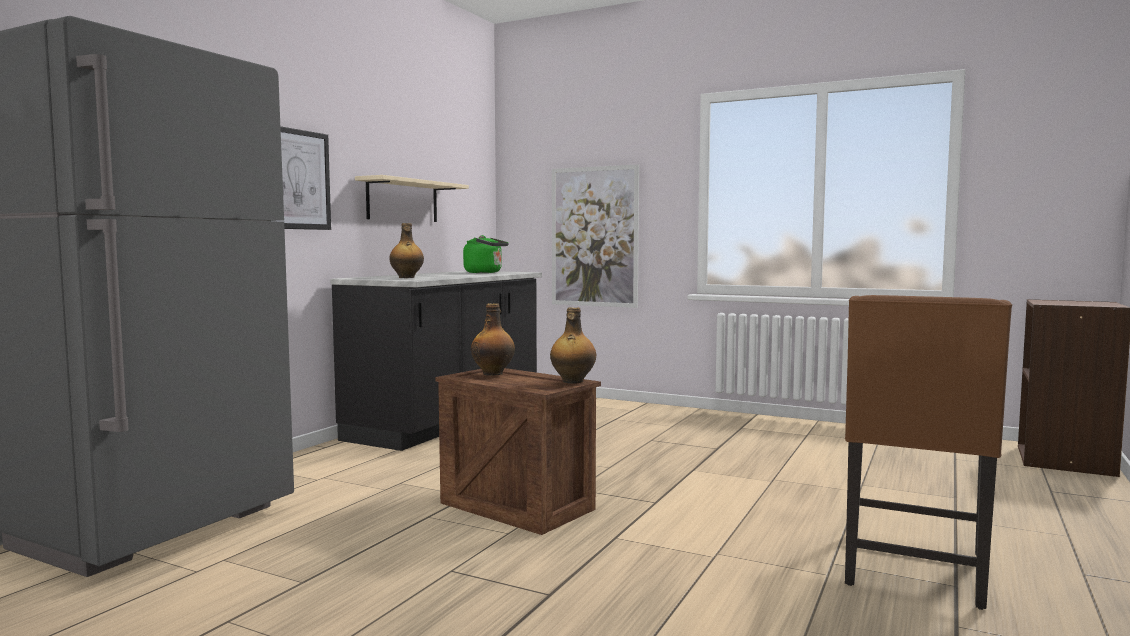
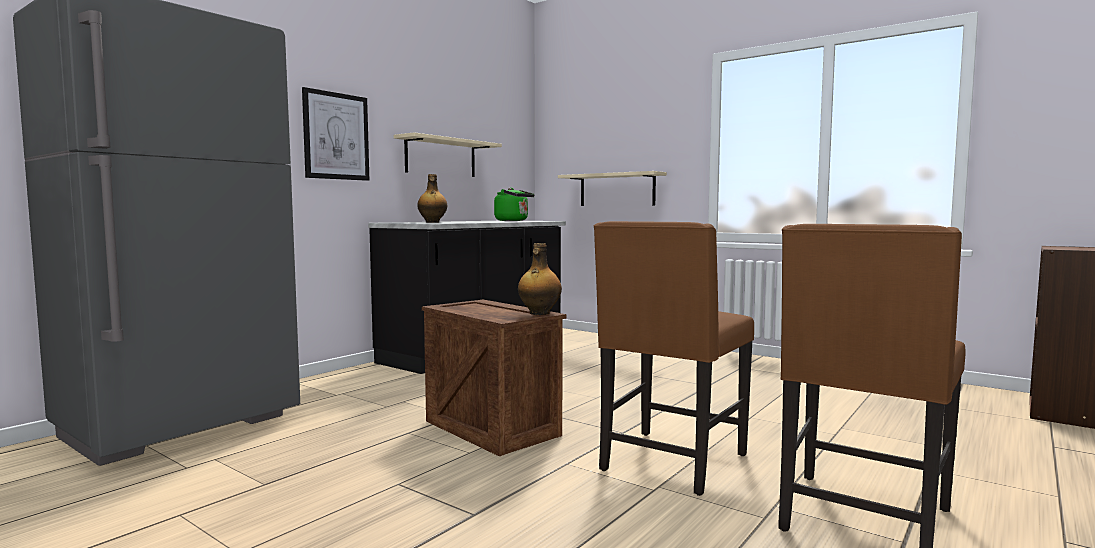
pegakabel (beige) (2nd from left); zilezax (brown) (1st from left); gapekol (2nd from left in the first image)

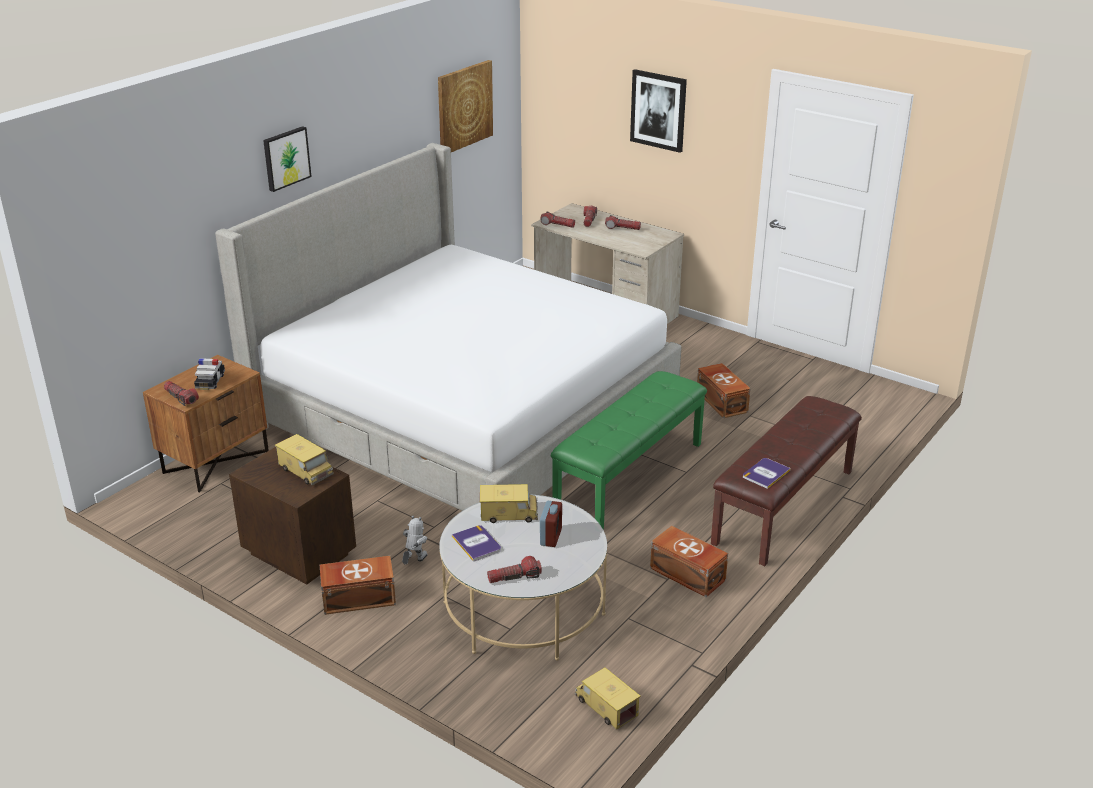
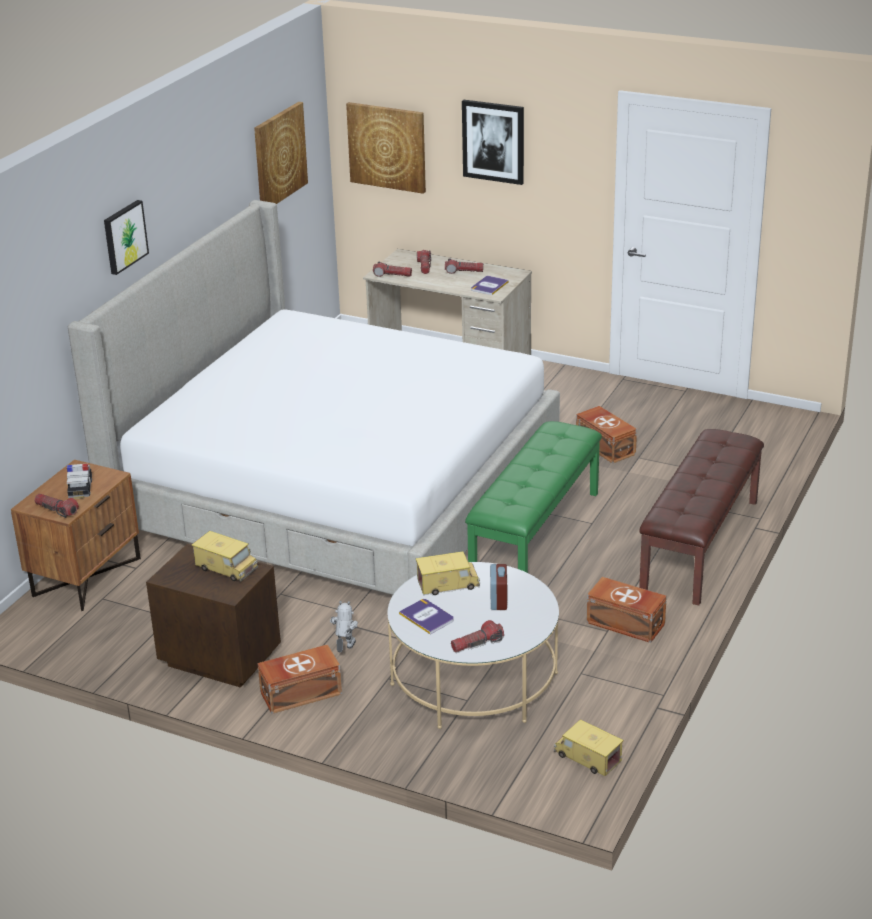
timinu (3rd from left); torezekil (2nd from left)

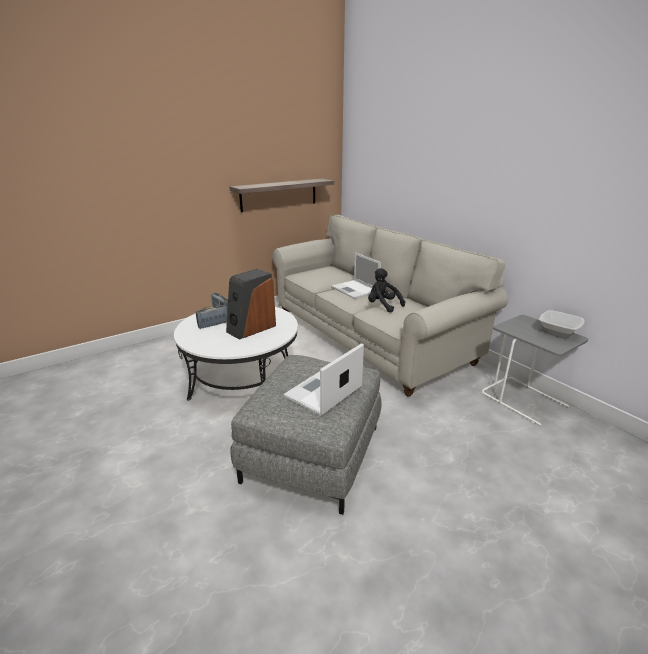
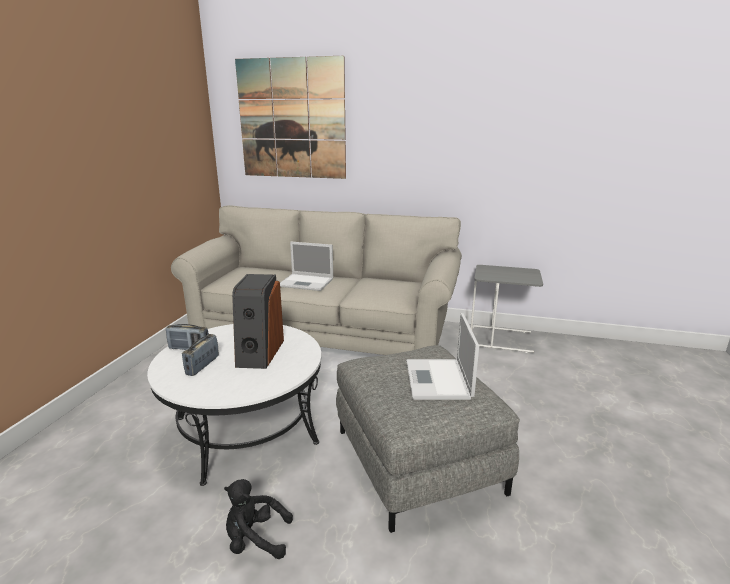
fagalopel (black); timinu; pegakabel; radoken

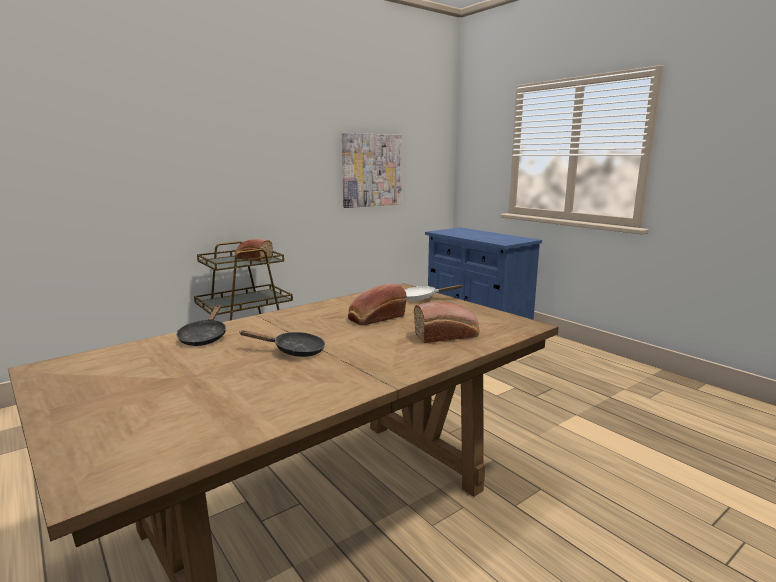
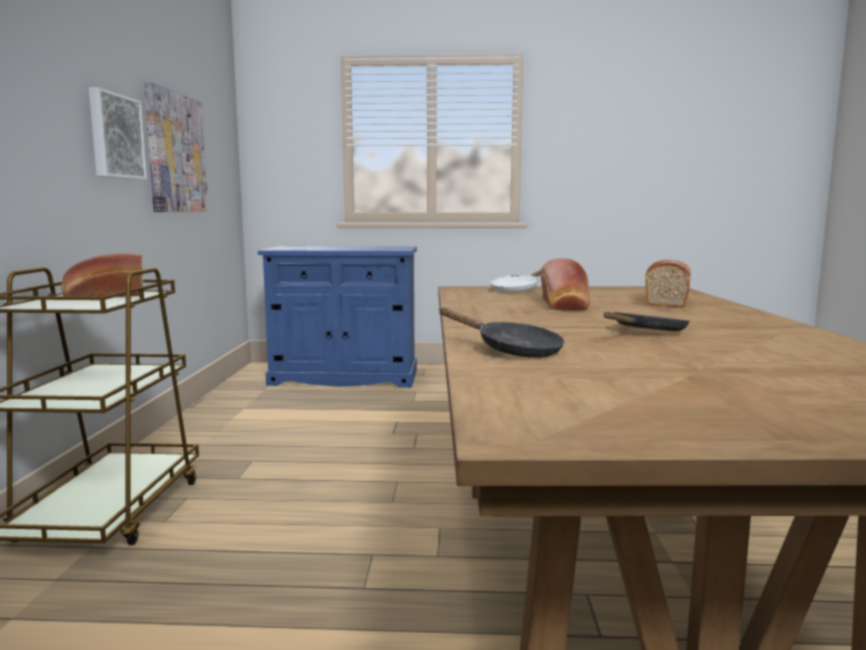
timinu (1st from left)

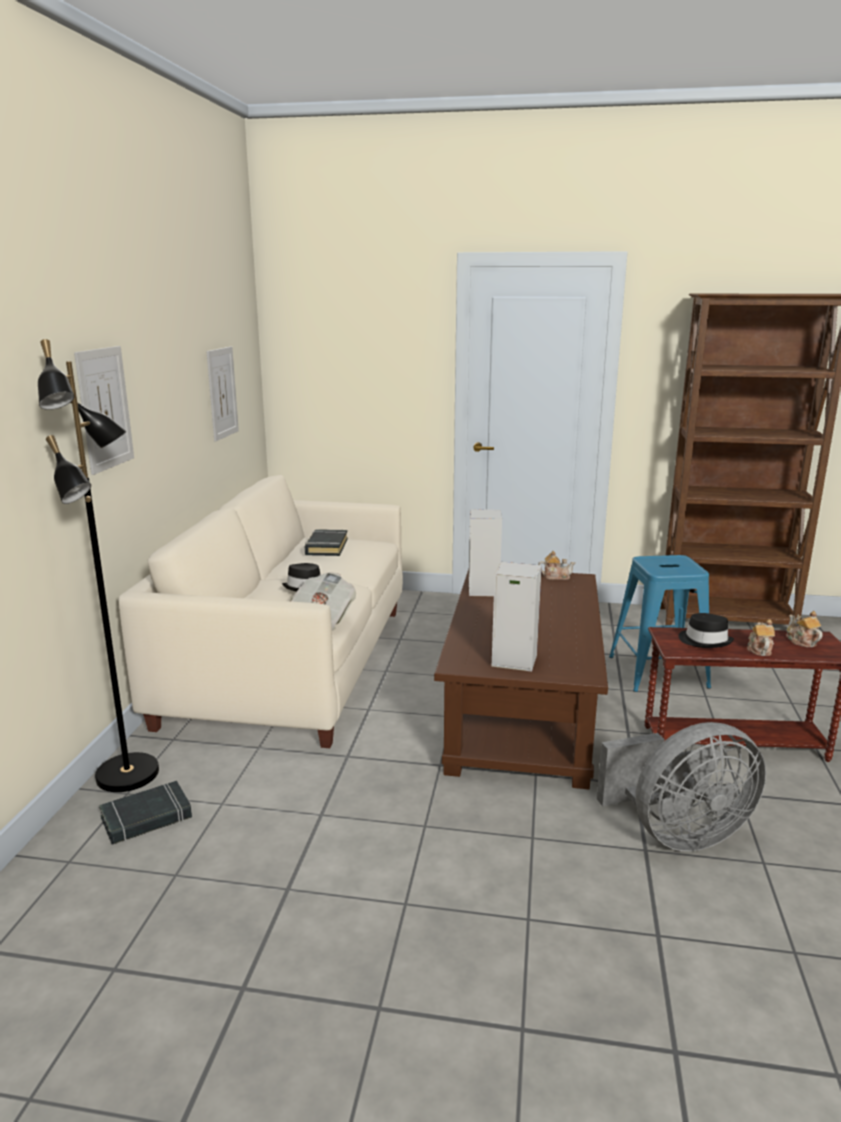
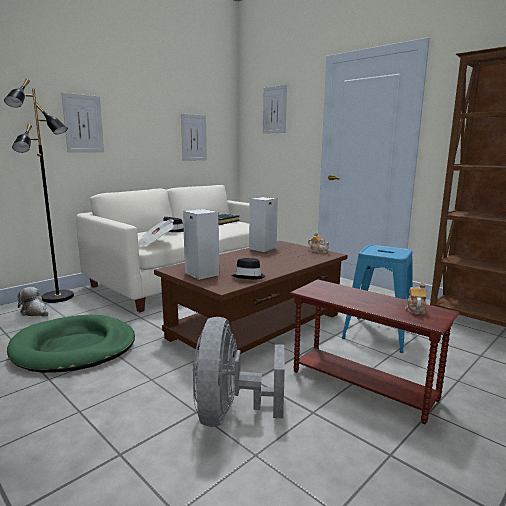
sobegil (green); fagalopel; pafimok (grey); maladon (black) (2nd from left); timinu (3rd from left); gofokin (2nd from left in the first image)

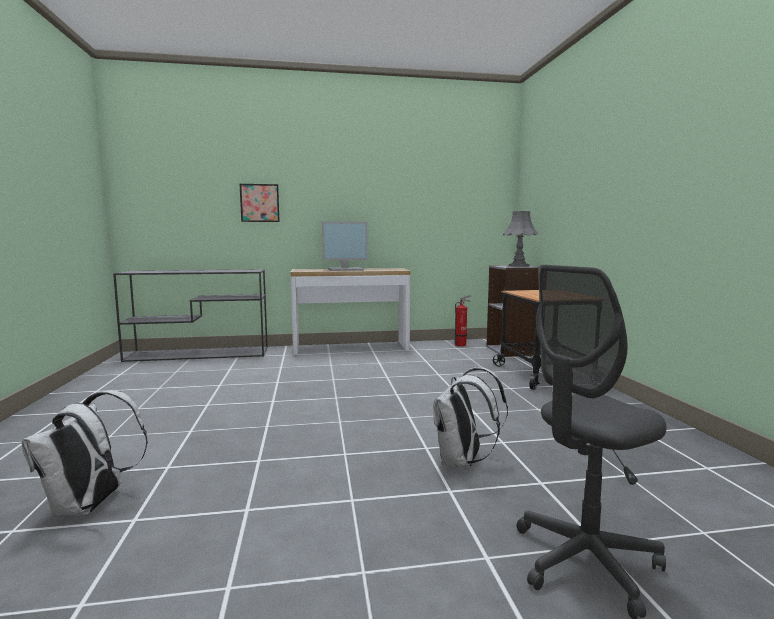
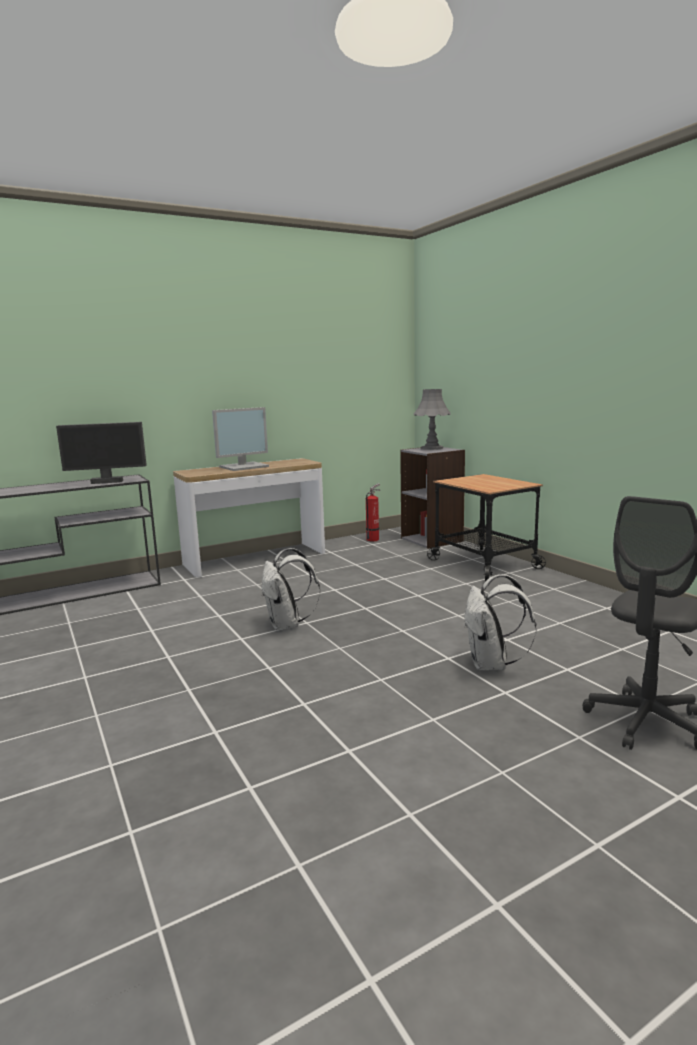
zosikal (1st from left); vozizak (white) (1st from left); timinu

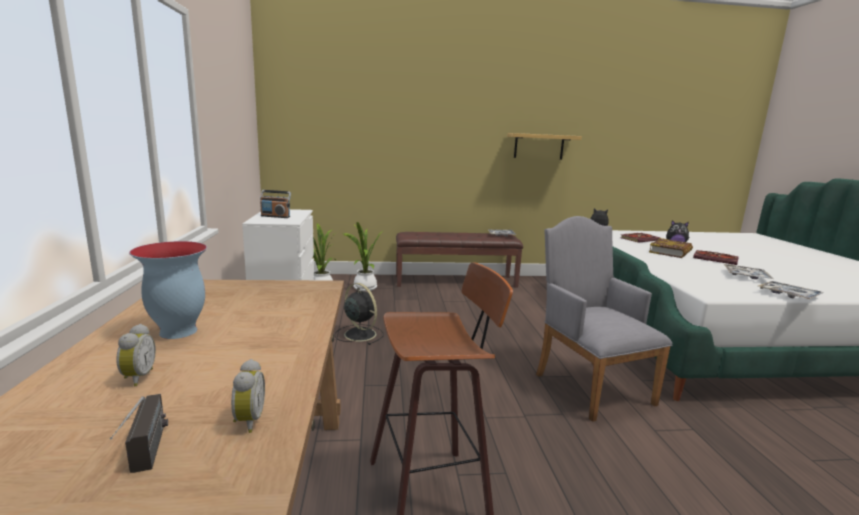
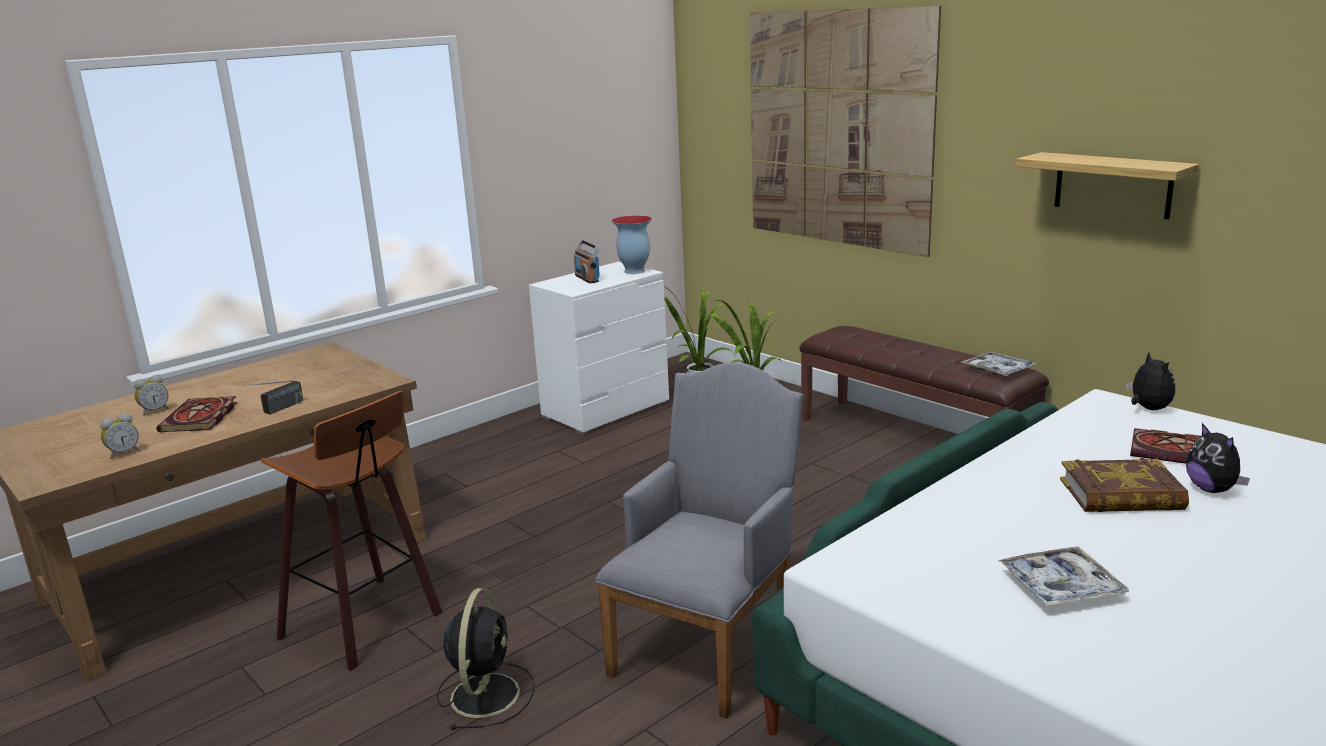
torezekil (1st from left); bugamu (1st from left); pafimok (black); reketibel; timinu; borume (3rd from left in the first image)

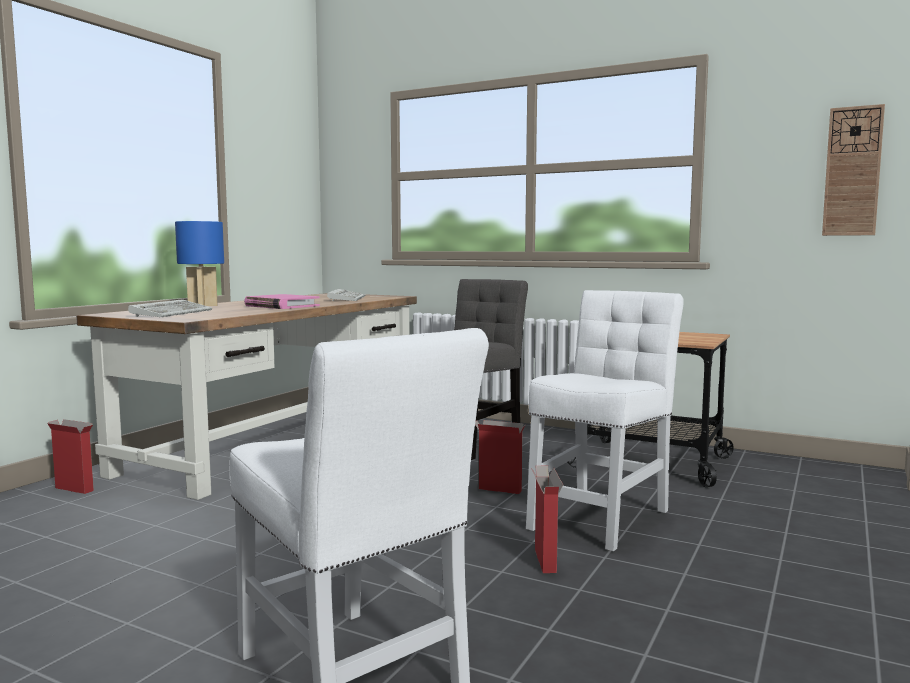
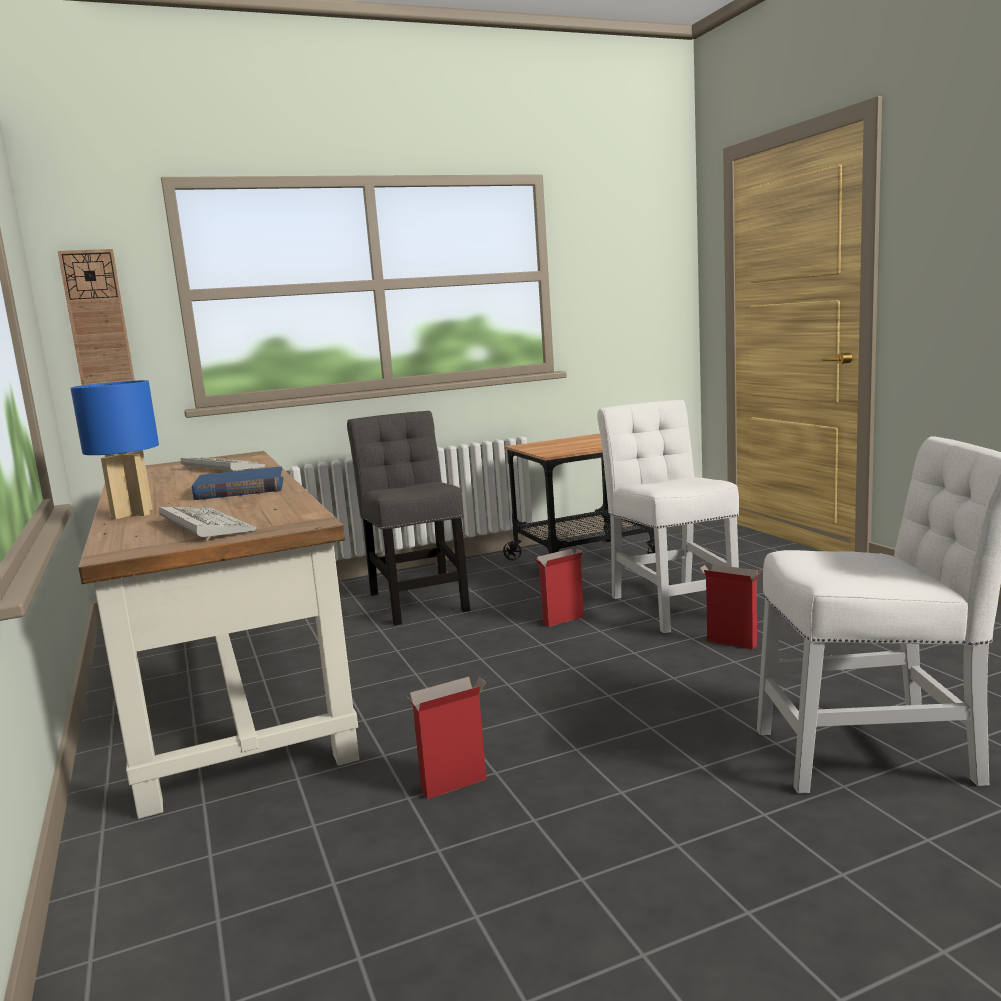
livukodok; torezekil (blue); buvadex (1st from left)

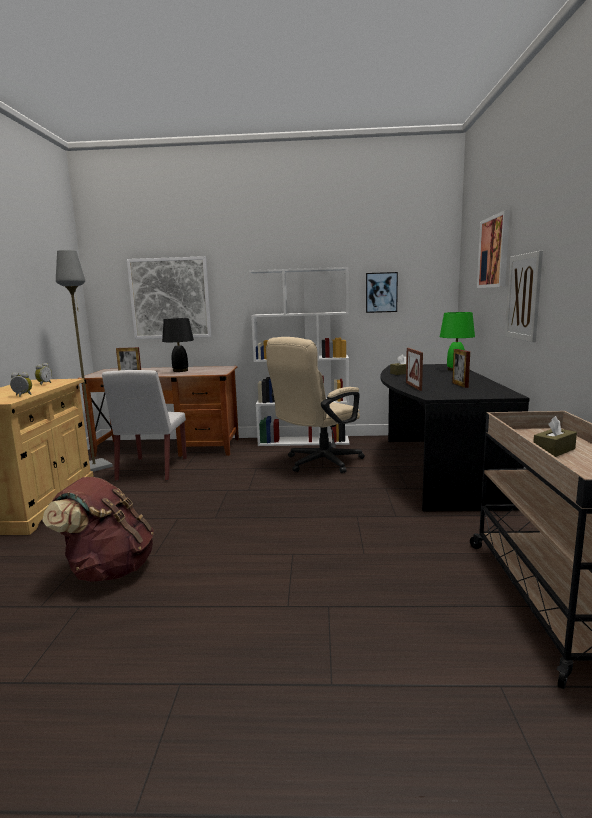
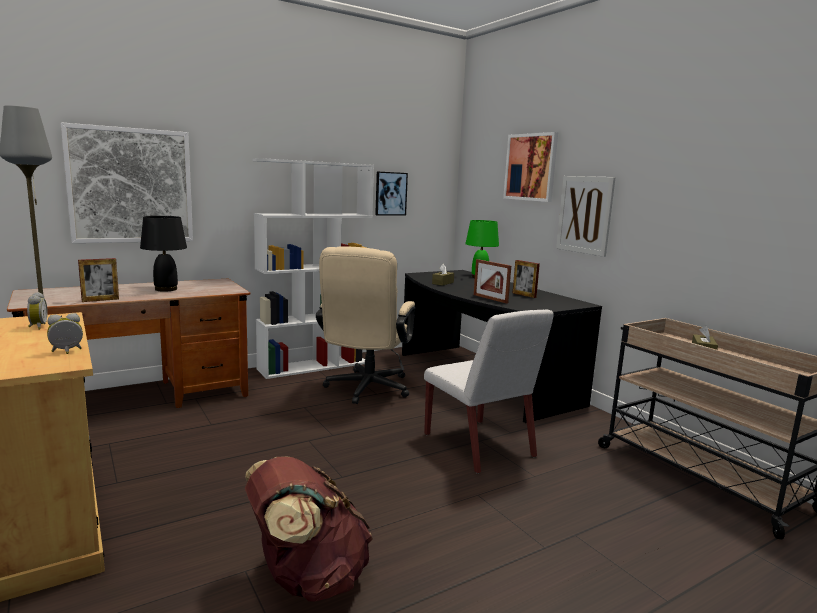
zilezax (white)

